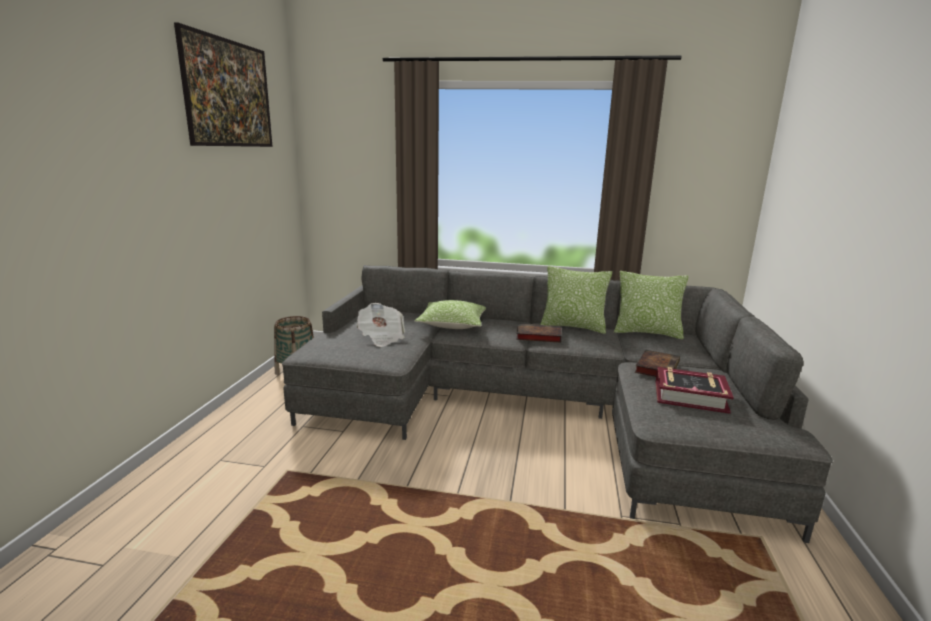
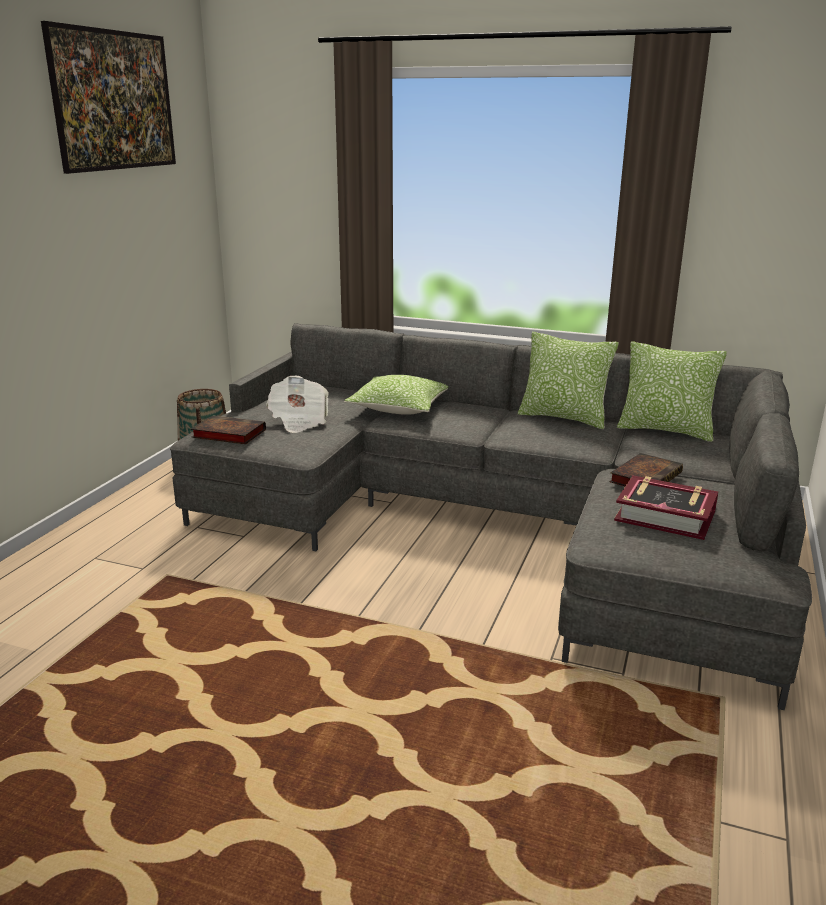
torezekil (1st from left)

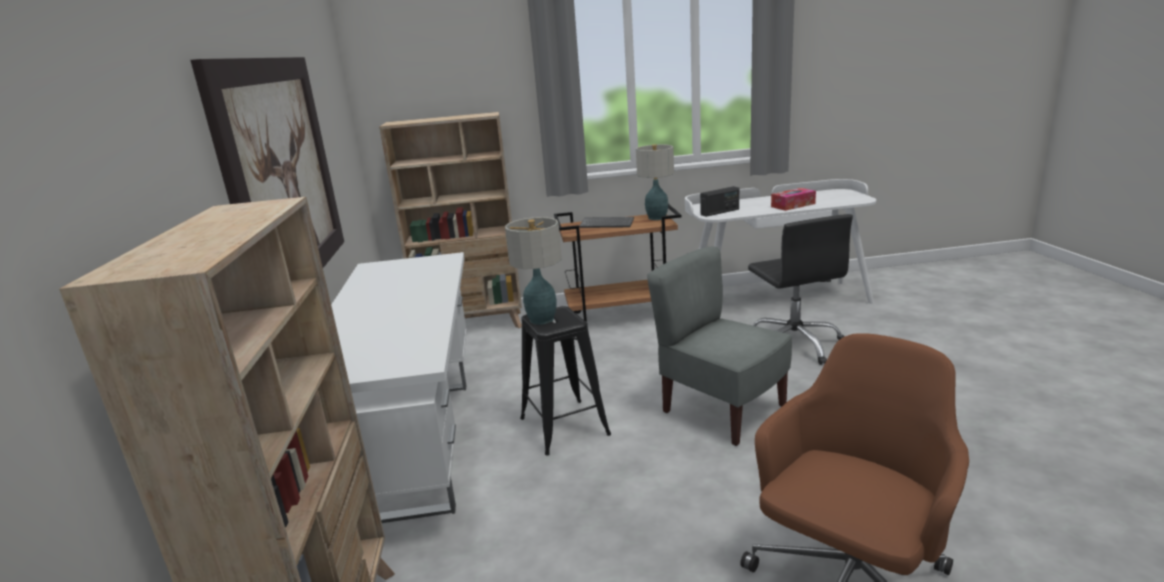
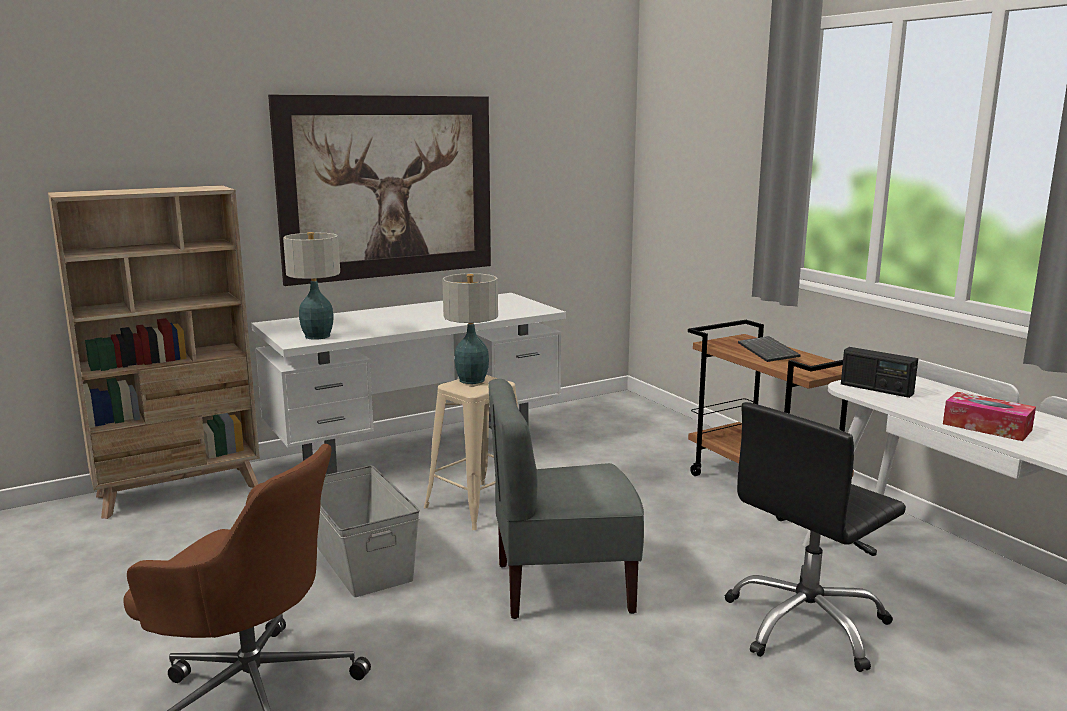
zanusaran (1st from left); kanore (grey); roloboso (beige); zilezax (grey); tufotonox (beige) (2nd from left in the first image)

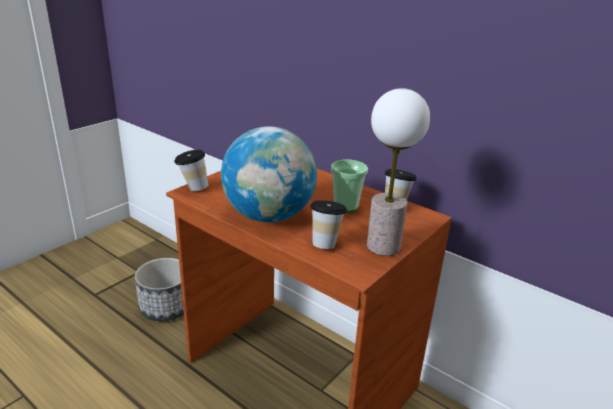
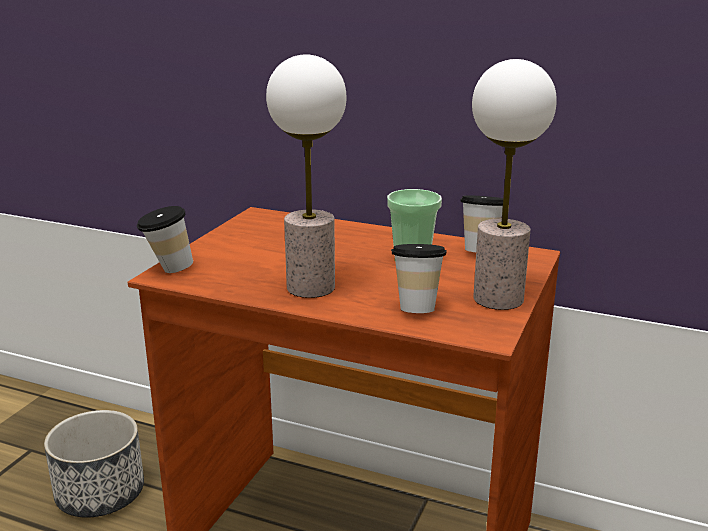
zanusaran (1st from left)

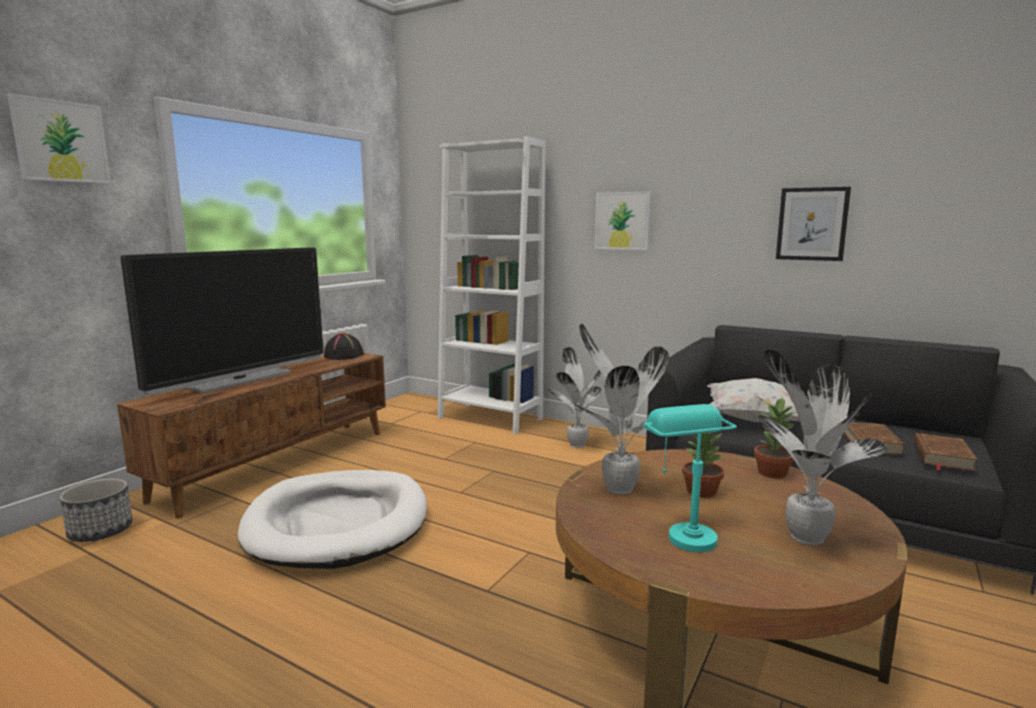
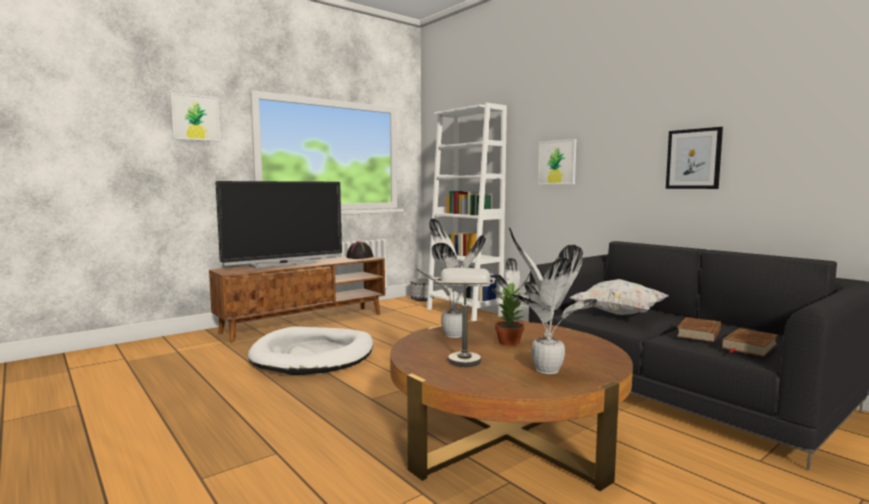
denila; zanusaran (grey); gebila (4th from left in the first image)

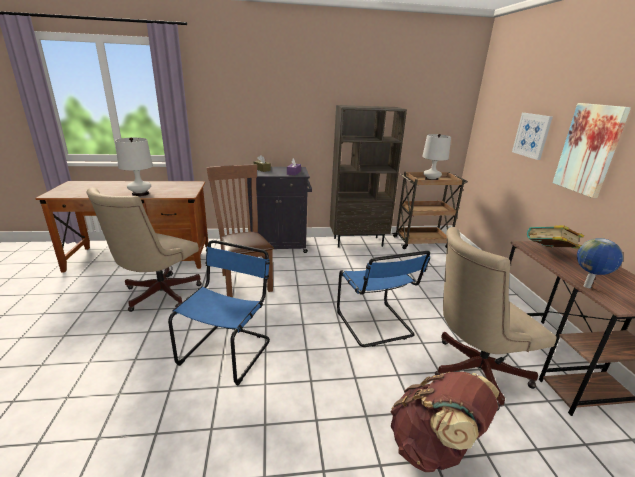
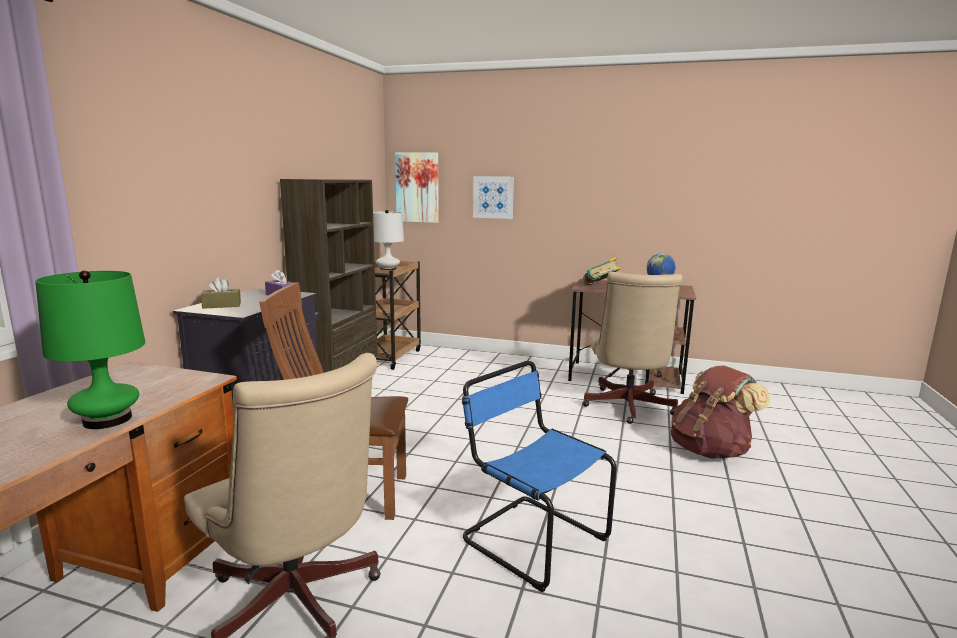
zanusaran (green); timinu (1st from left); zilezax (blue) (2nd from left in the first image)

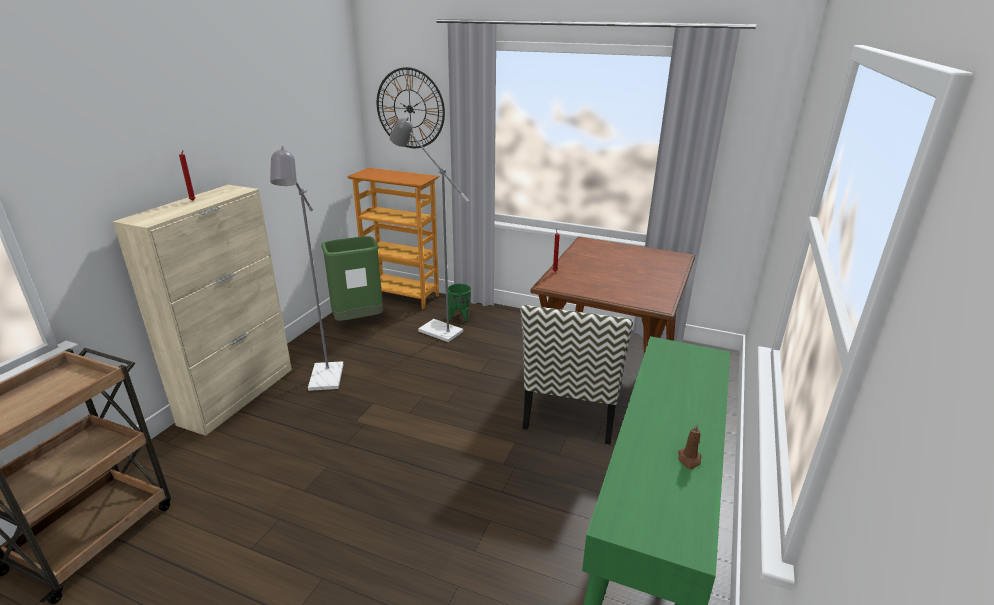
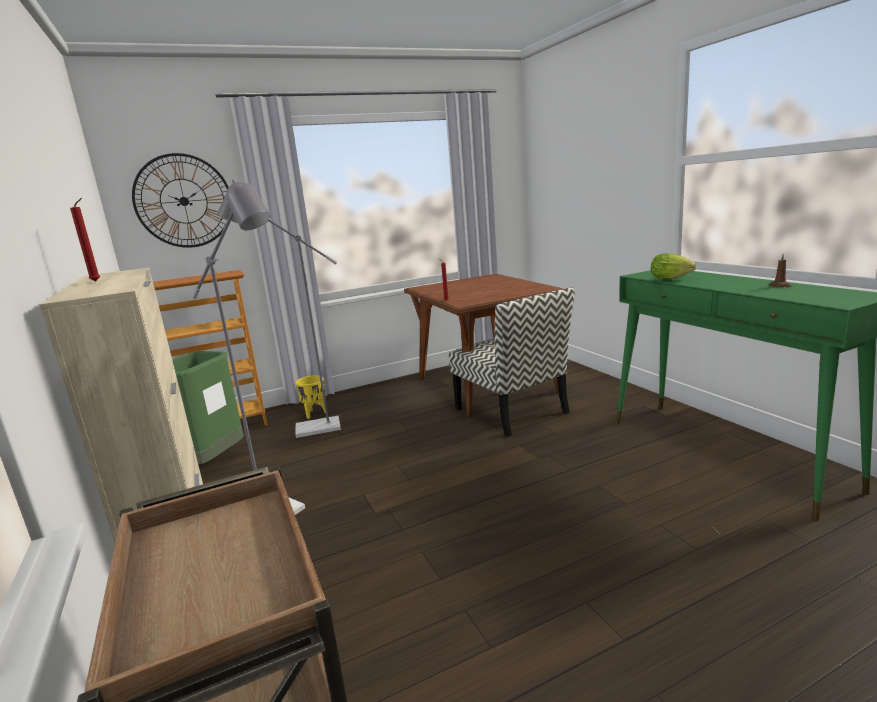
denila (yellow); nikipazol

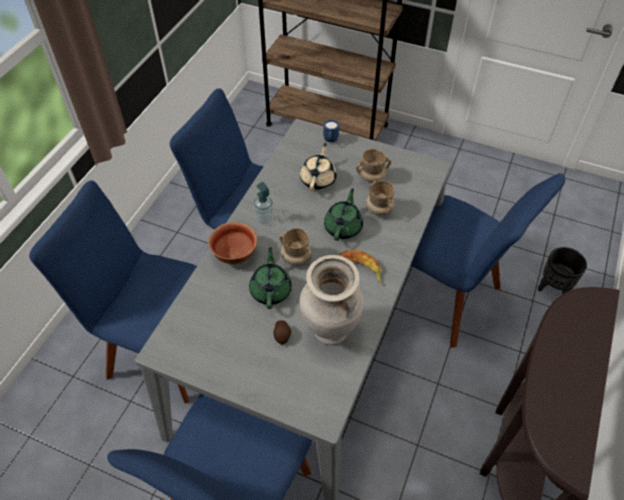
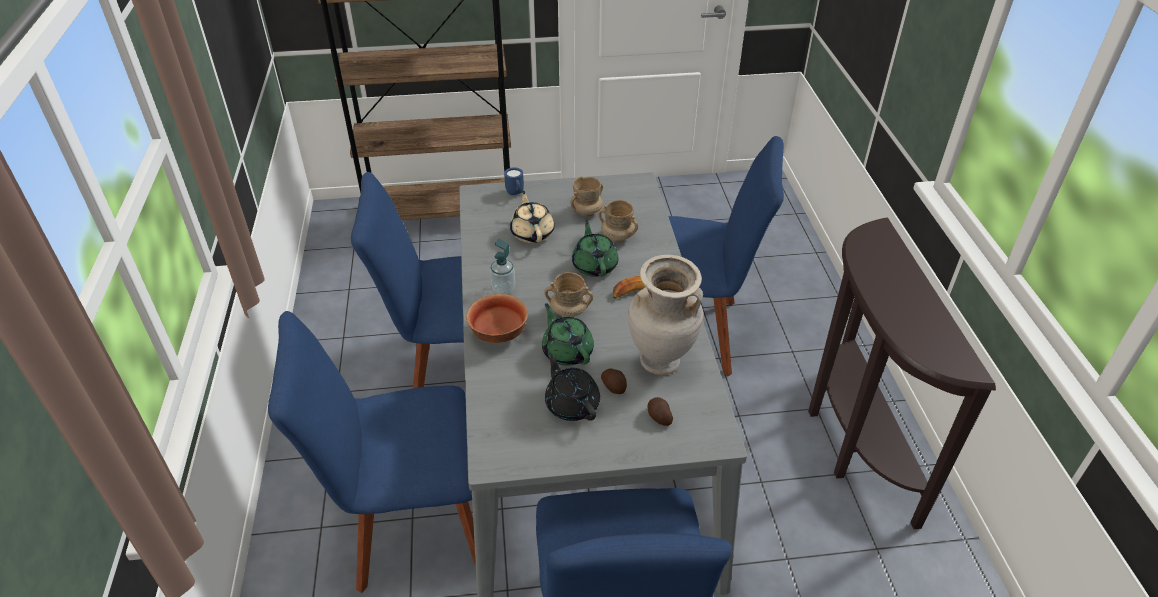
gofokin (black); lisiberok (2nd from left); denila (black)

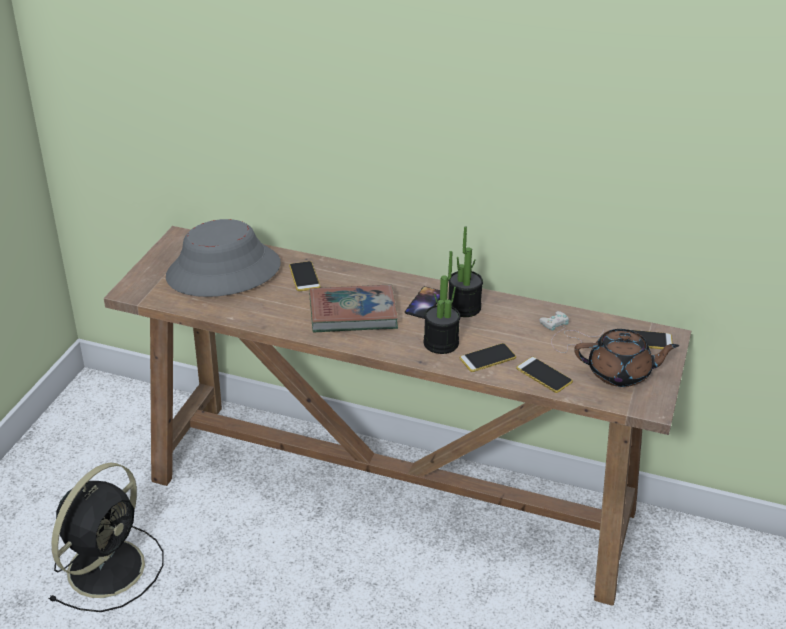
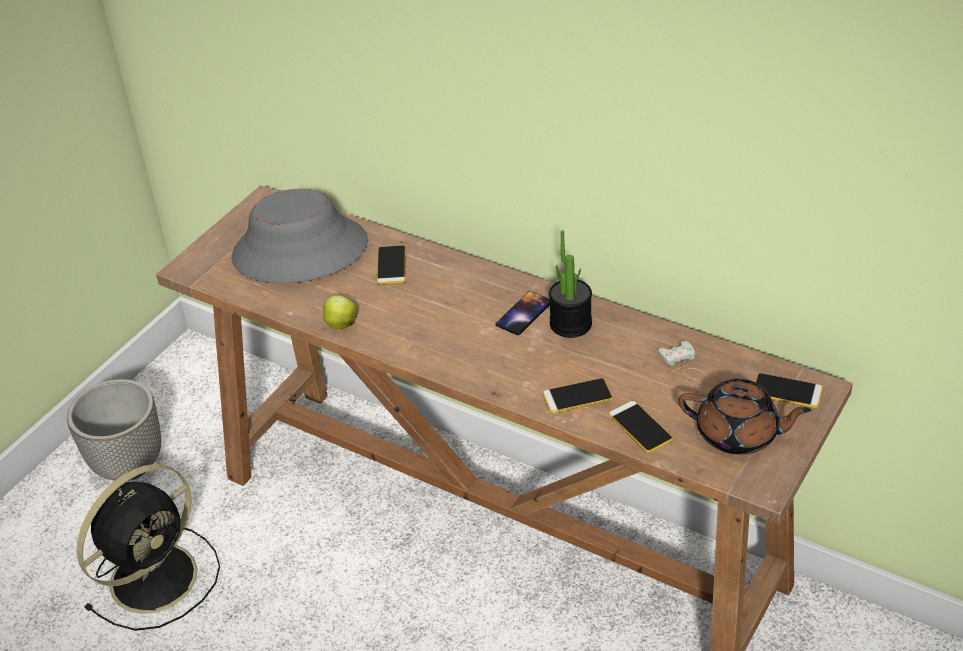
denila; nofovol; torezekil; gebila (1st from left in the first image)

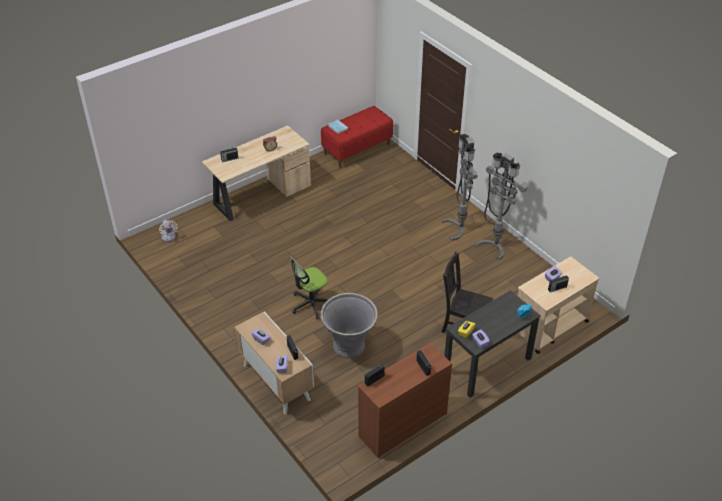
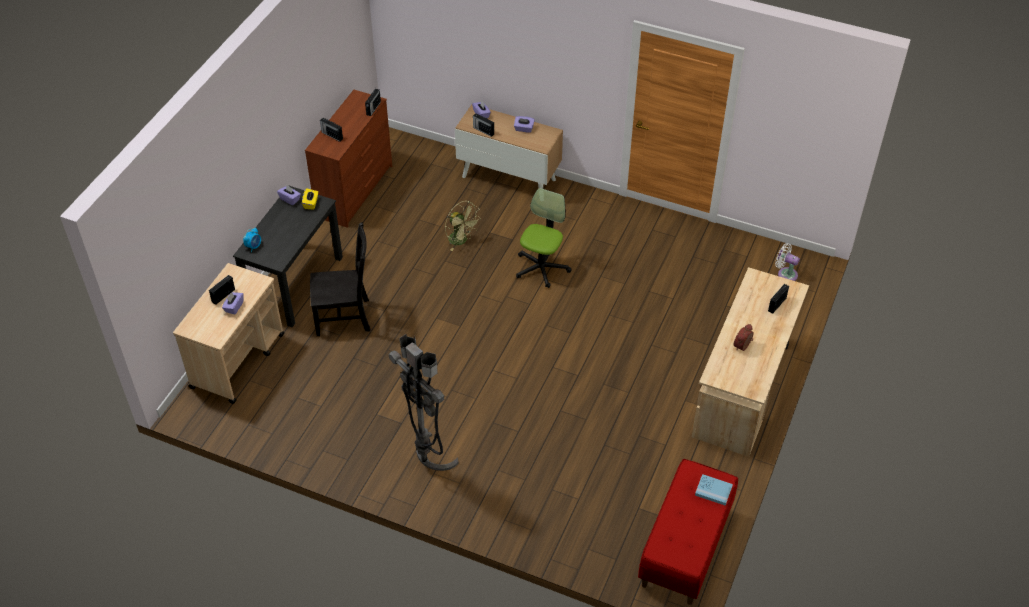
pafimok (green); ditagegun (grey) (2nd from left in the first image)

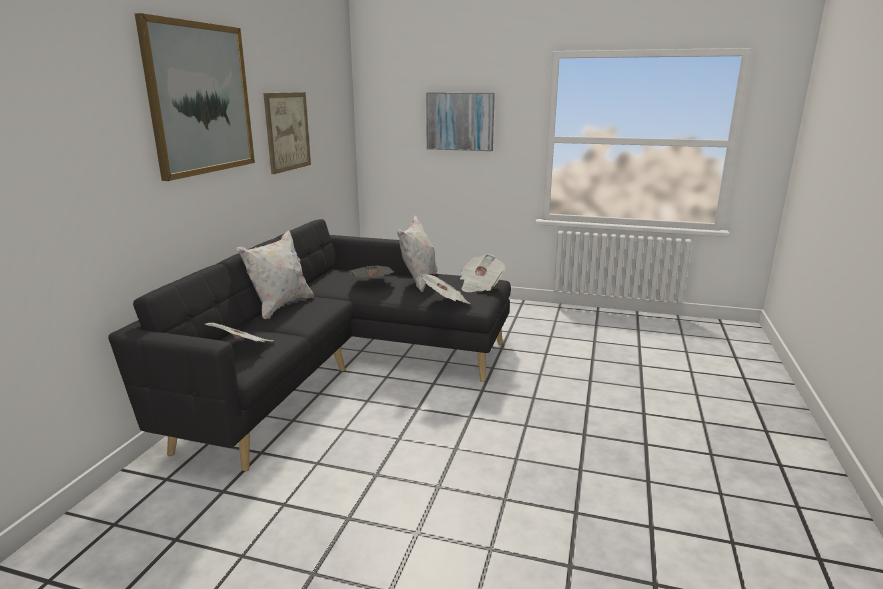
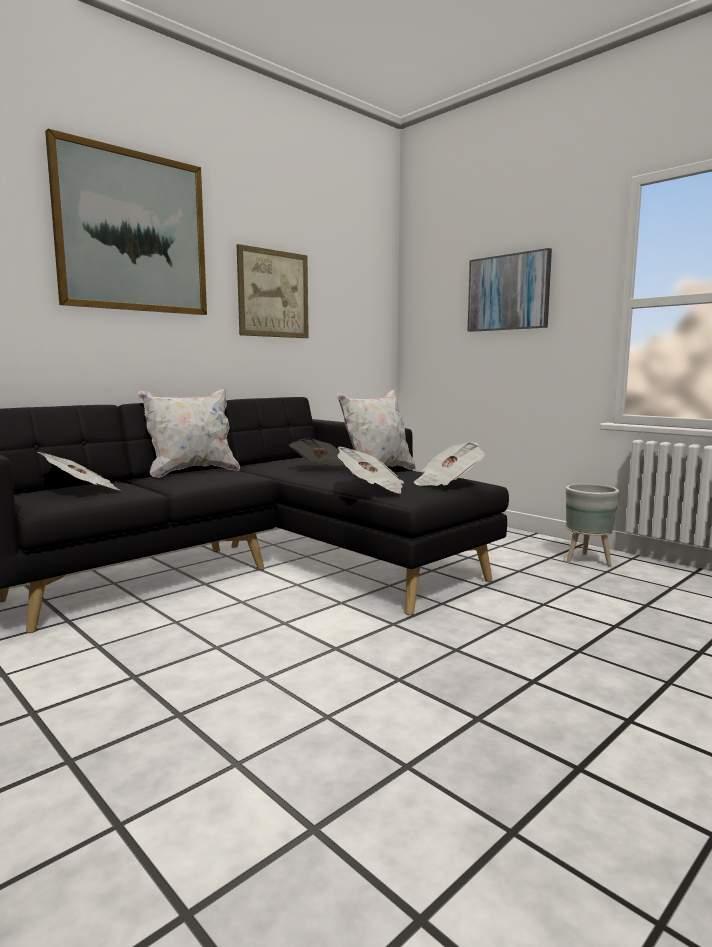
denila (grey)

